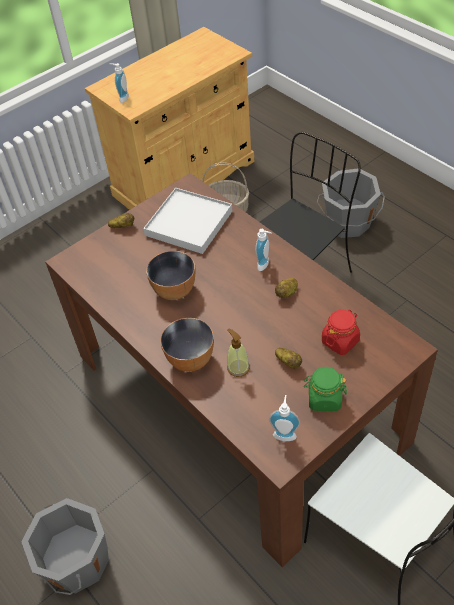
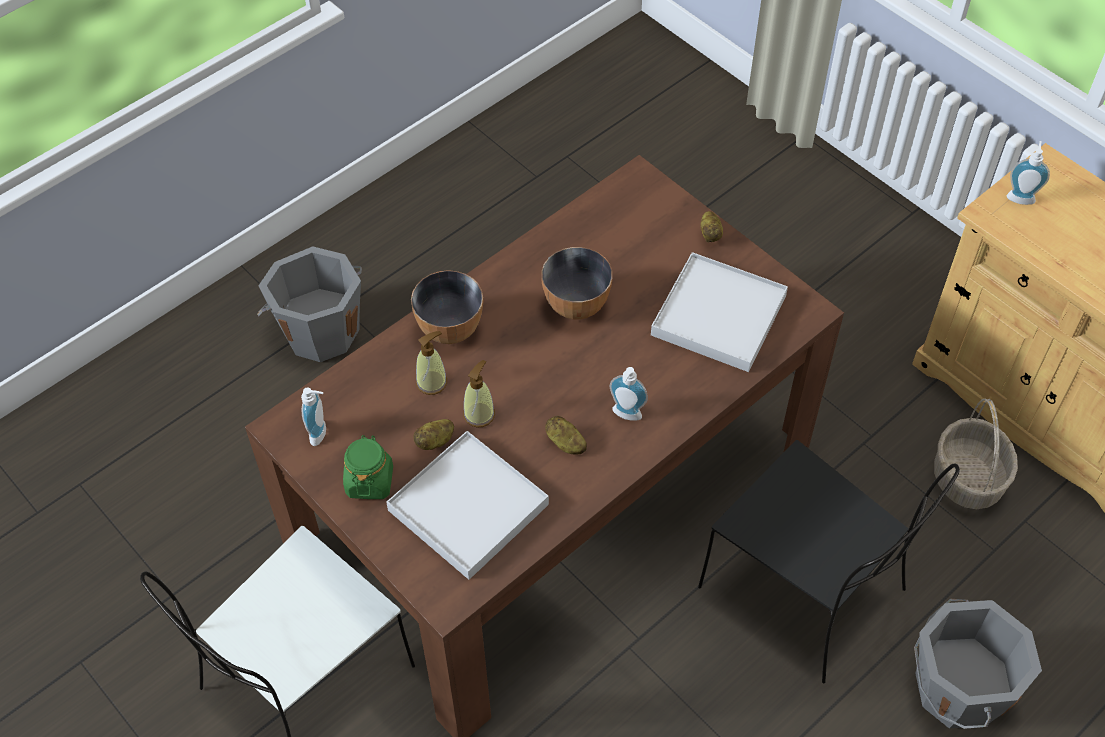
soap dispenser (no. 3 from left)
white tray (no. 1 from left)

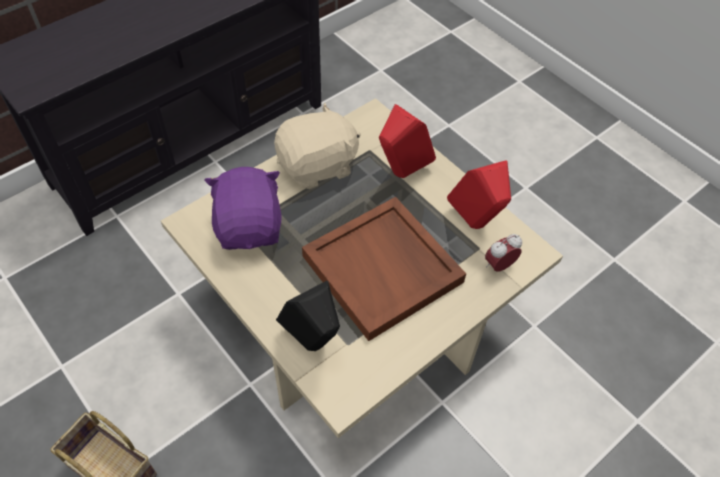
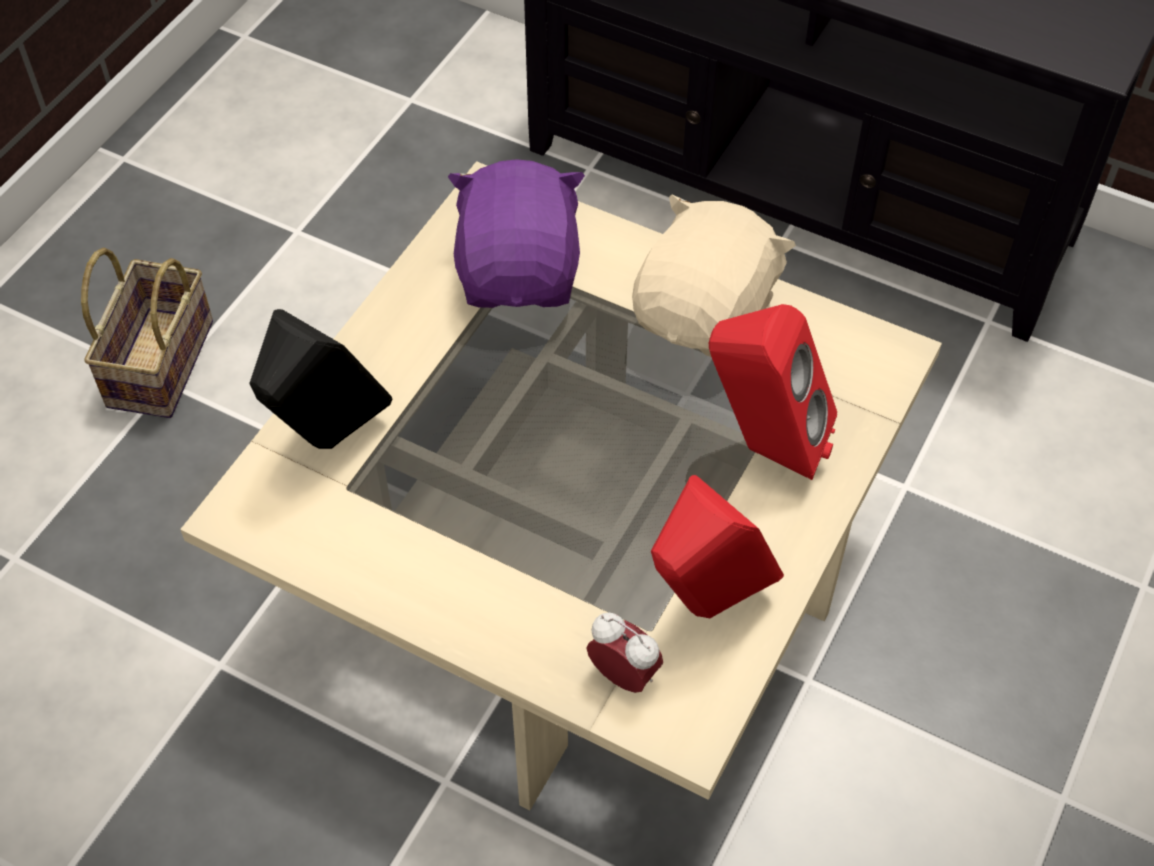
brown tray
purple plush toy
beige plush toy

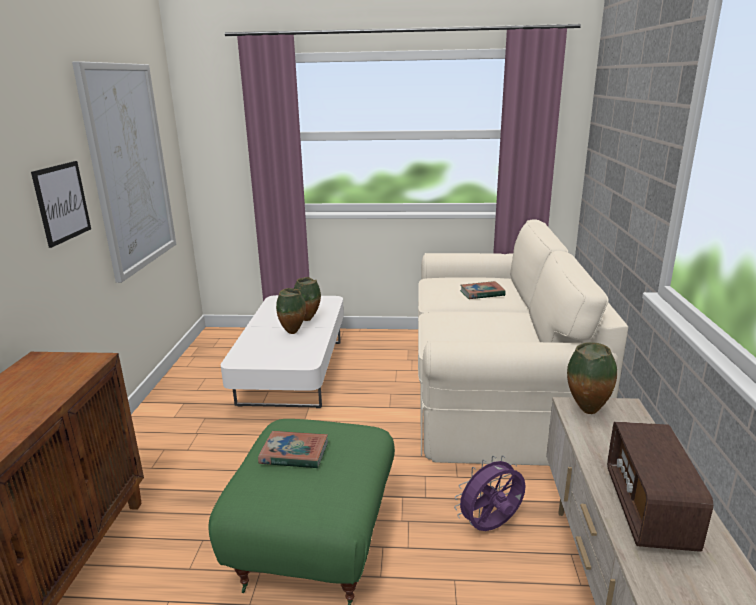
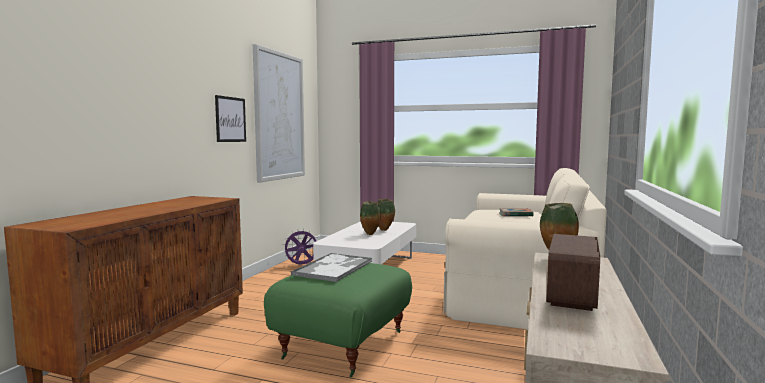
purple fan
tray

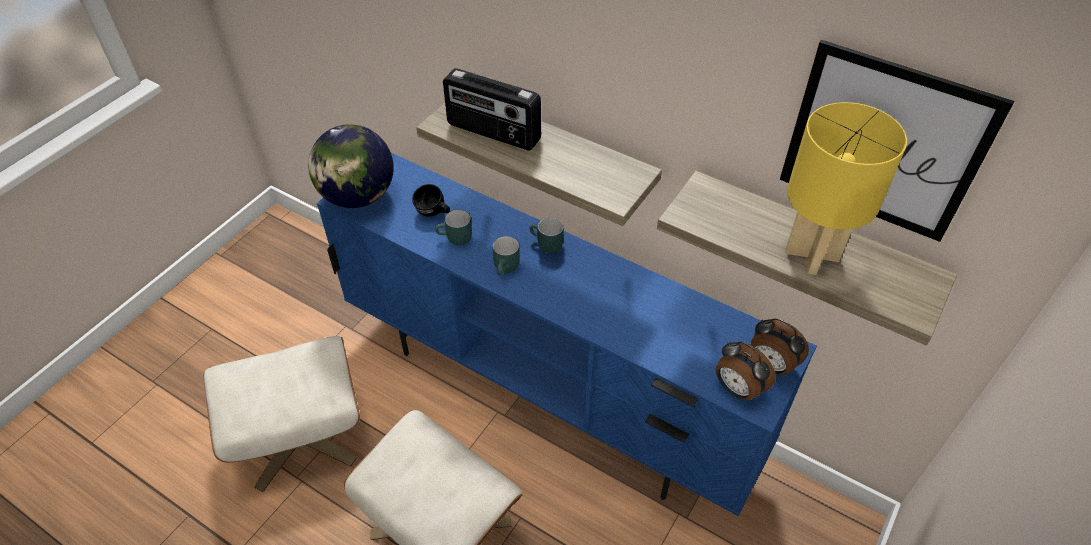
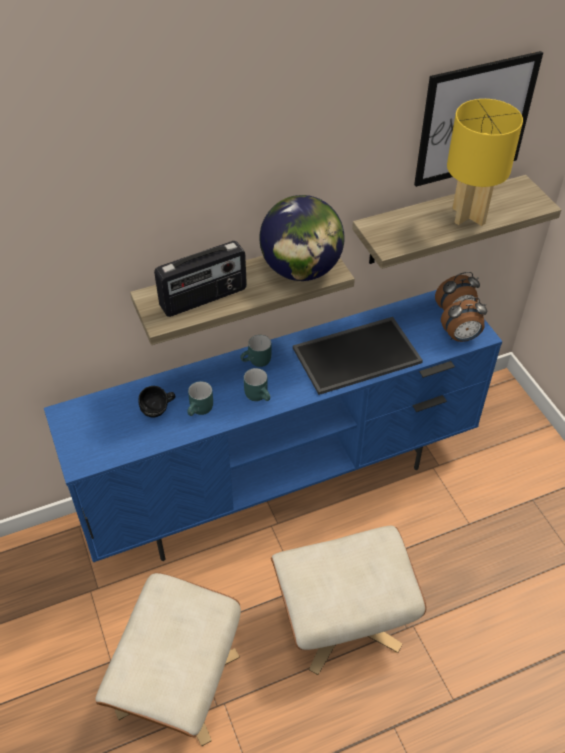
tray
globe

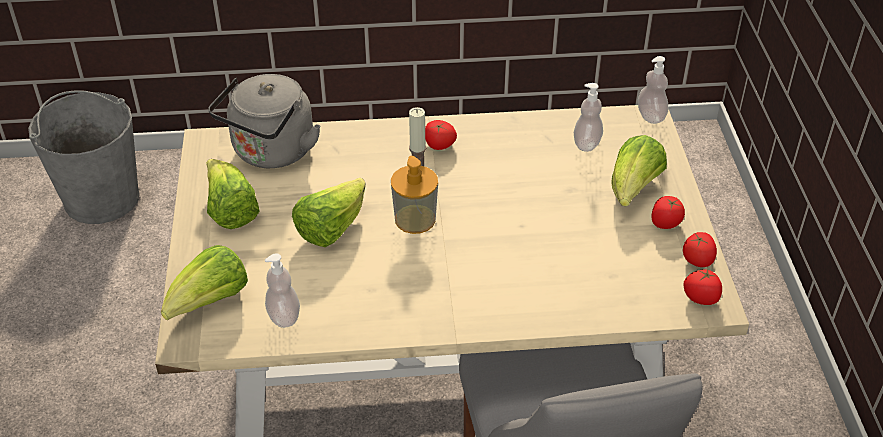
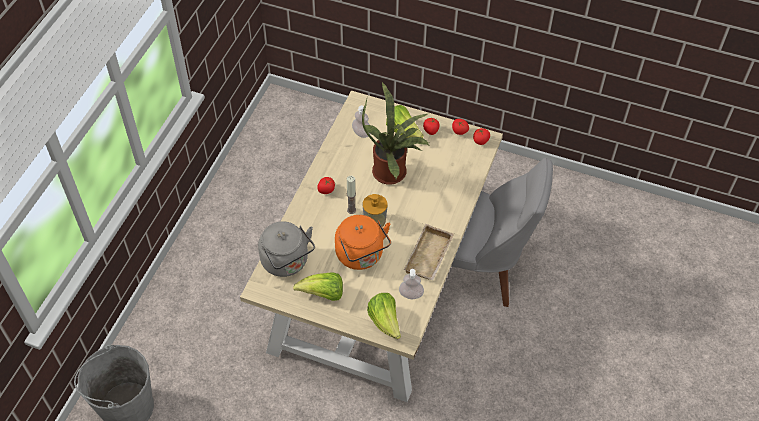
soap dispenser (no. 4 from left in the first image)
potted plant
beige tray
orange kettle

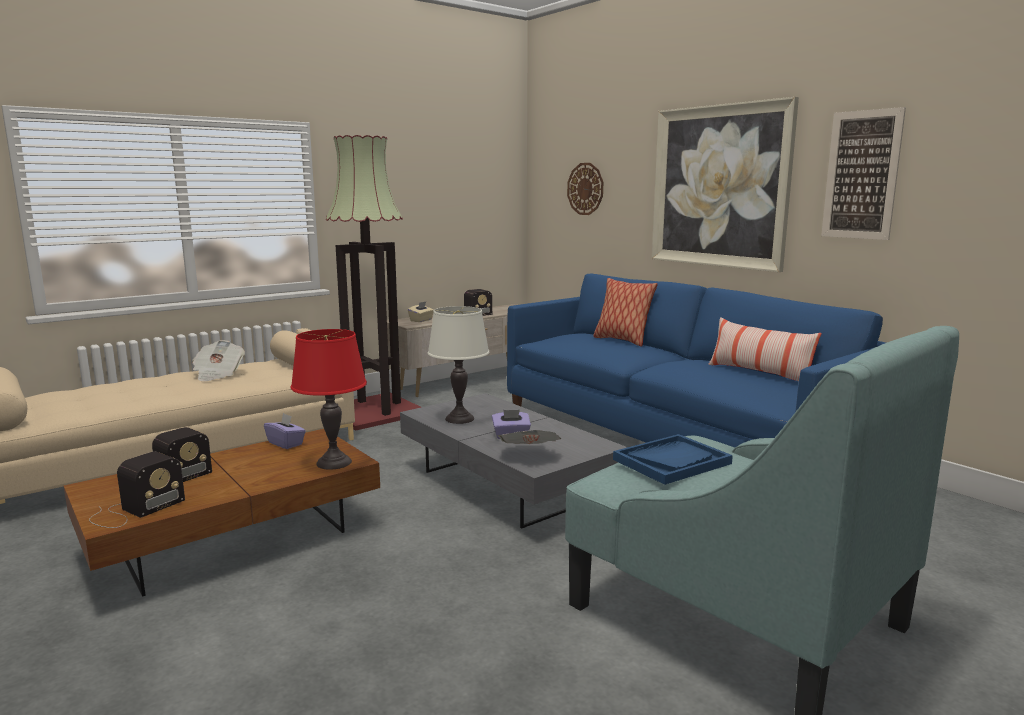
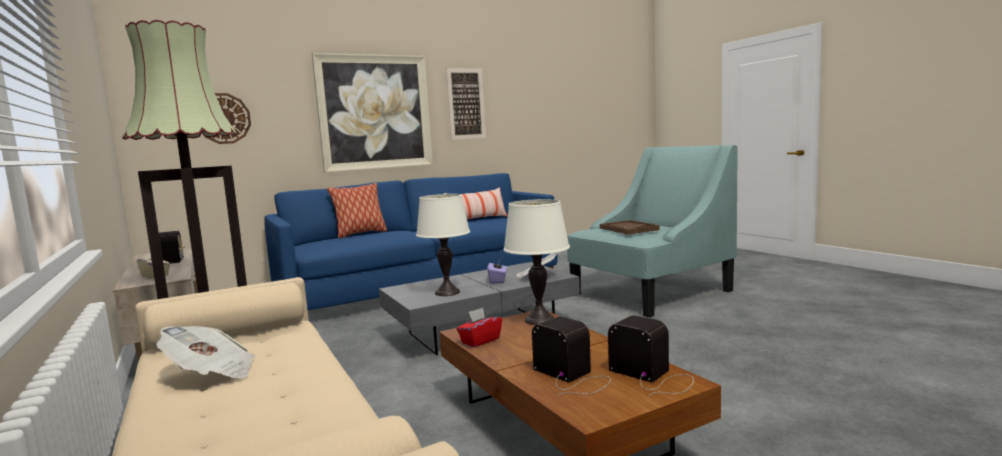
red tissue box
white table lamp (no. 2 from left)
brown tray

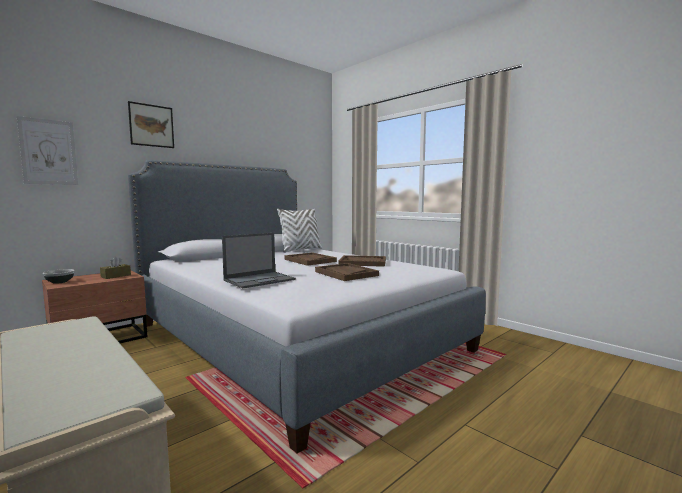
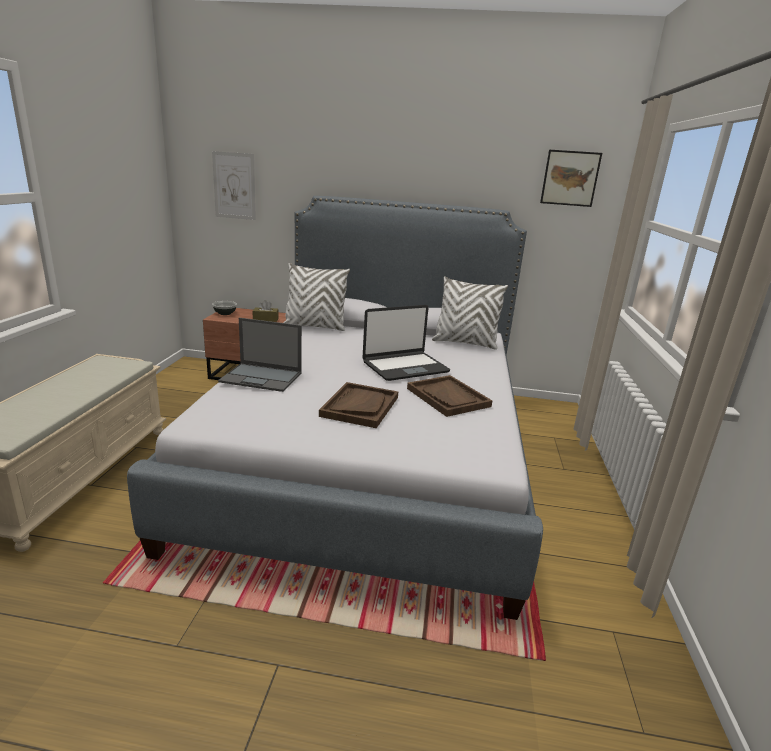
white pillow (no. 1 from left)
picture (no. 2 from left)
laptop (no. 2 from left)

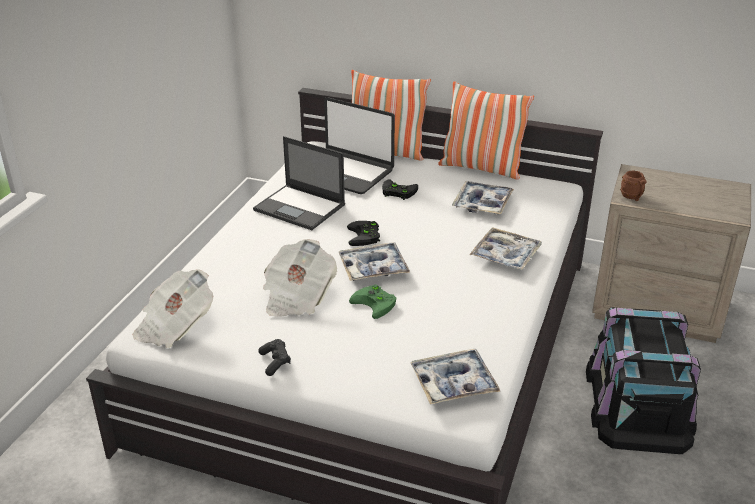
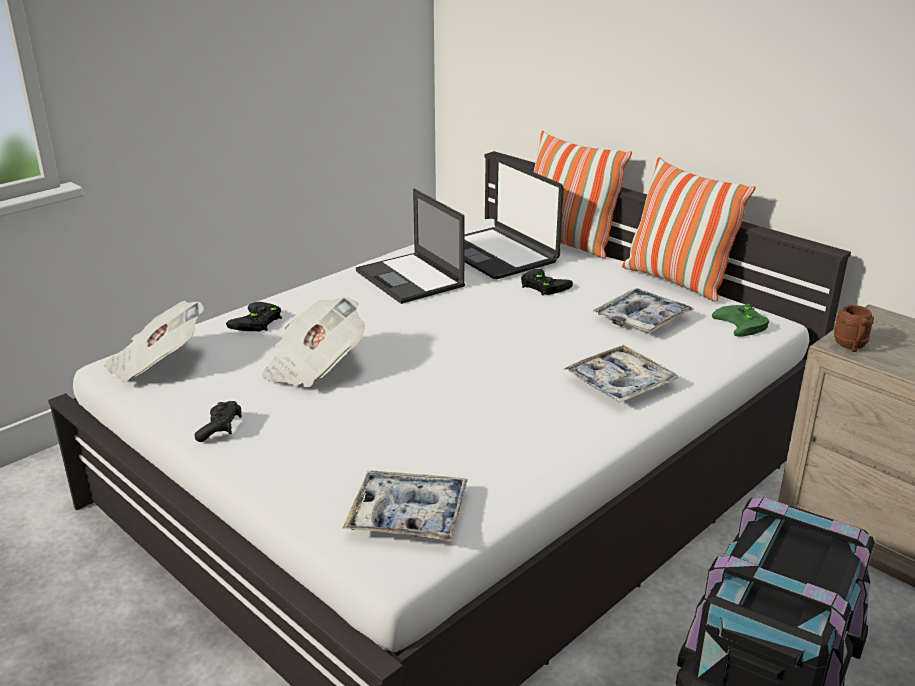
tray (no. 1 from left in the first image)
black game controller (no. 2 from left)
green game controller

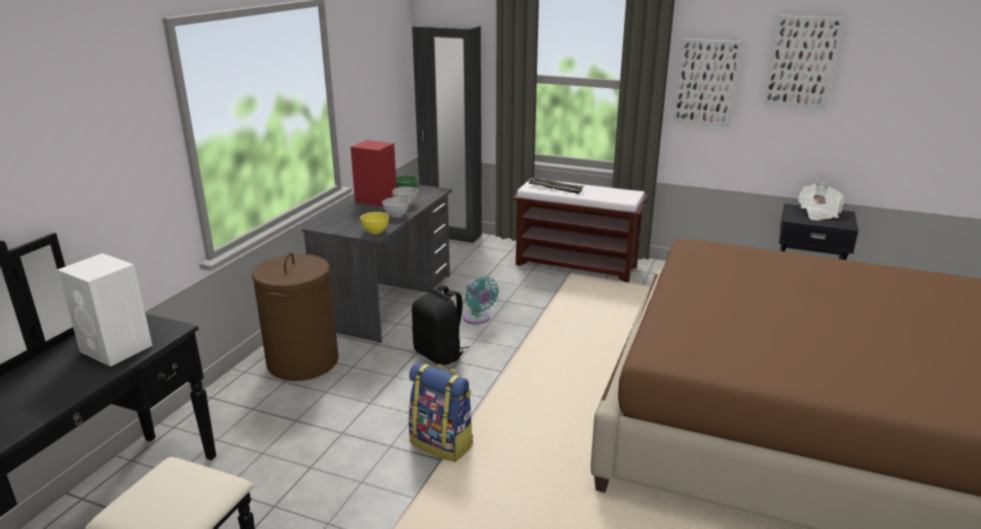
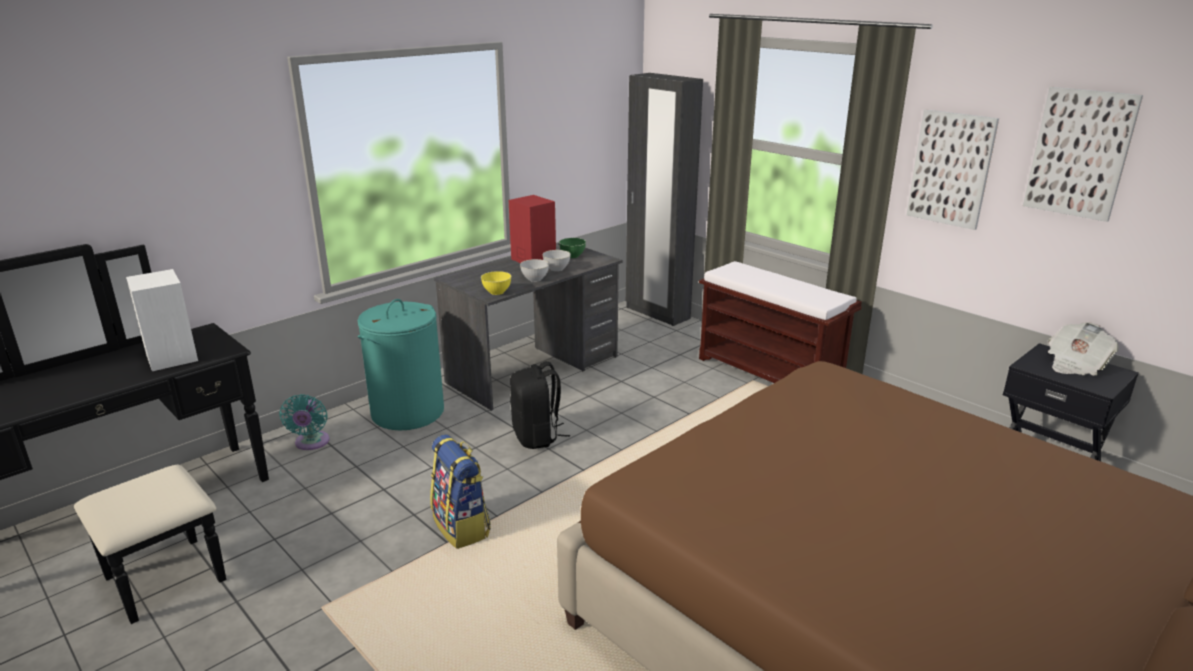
tray
turquoise fan
turquoise laundry basket

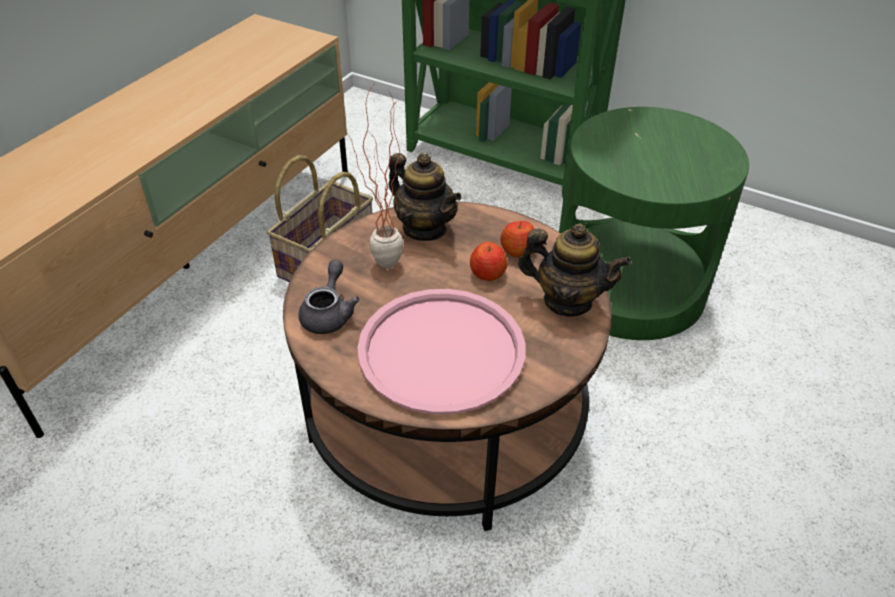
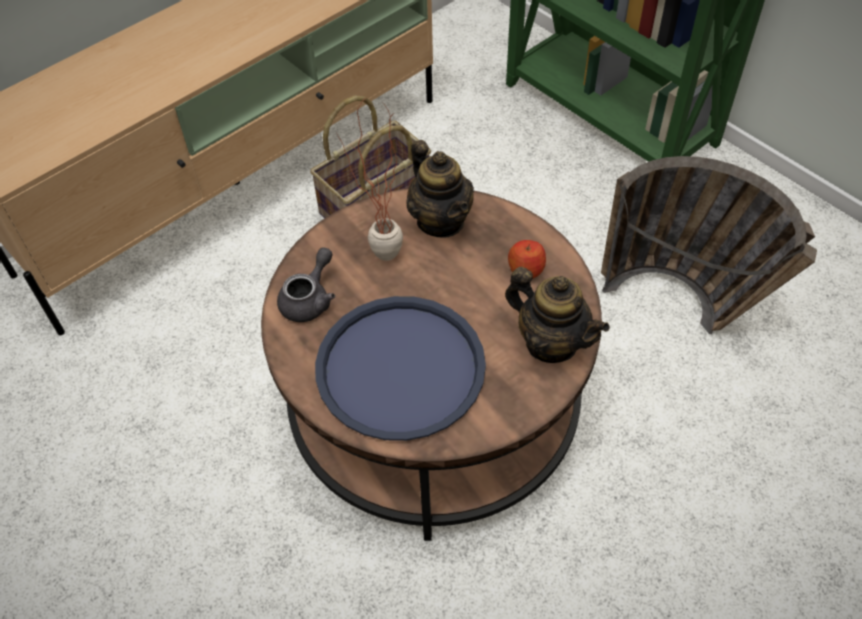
apple (no. 1 from left in the first image)
basket (no. 2 from left)
blue tray

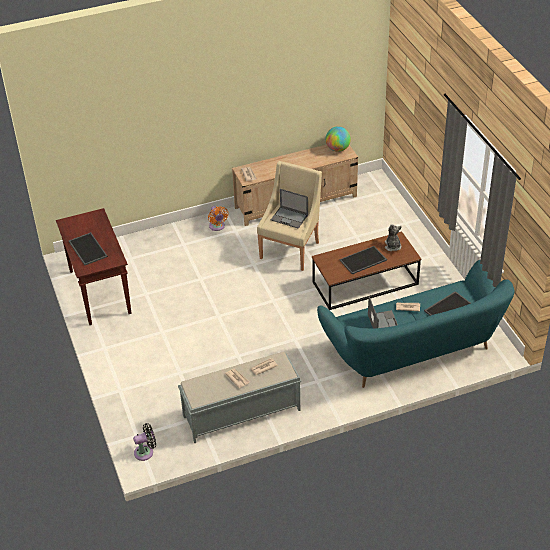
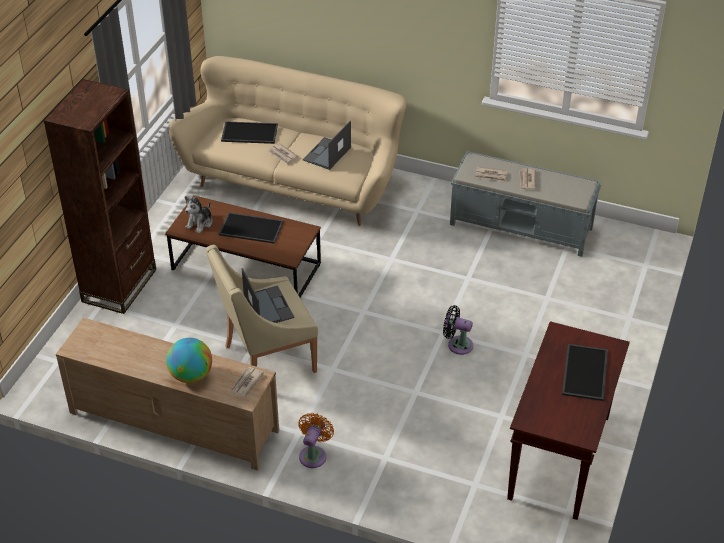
brown bookcase
black fan
globe
beige sofa

